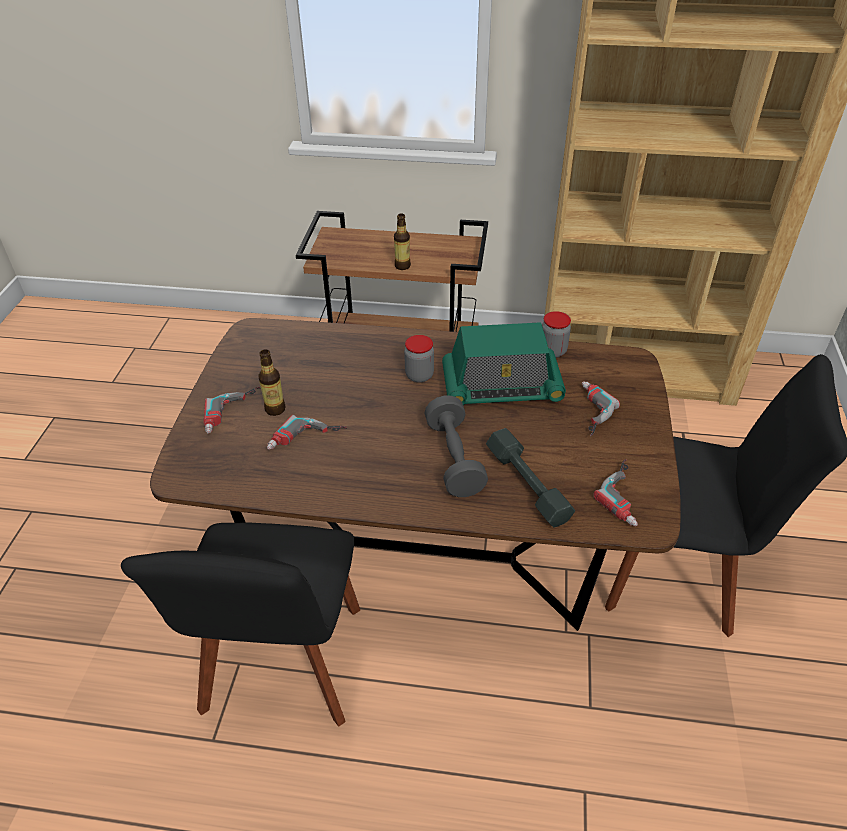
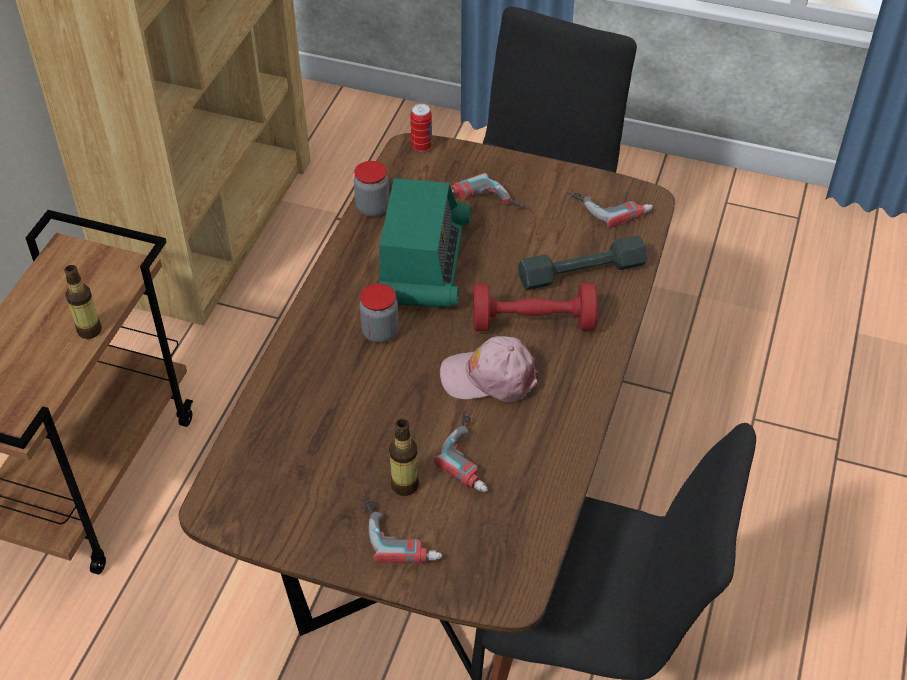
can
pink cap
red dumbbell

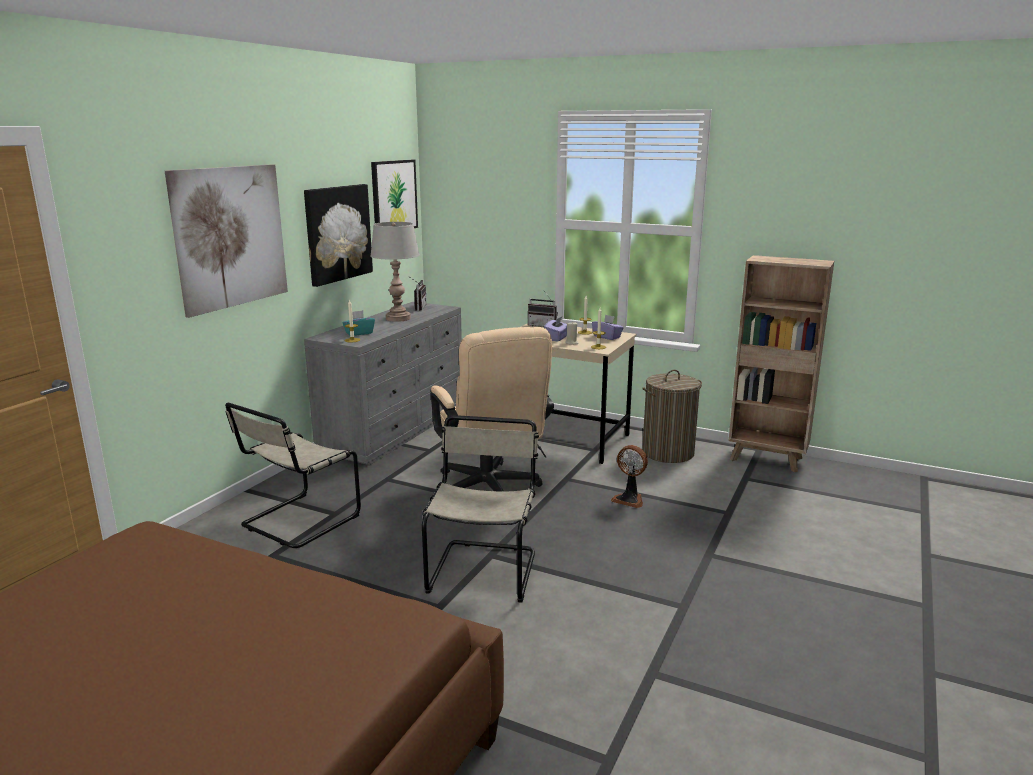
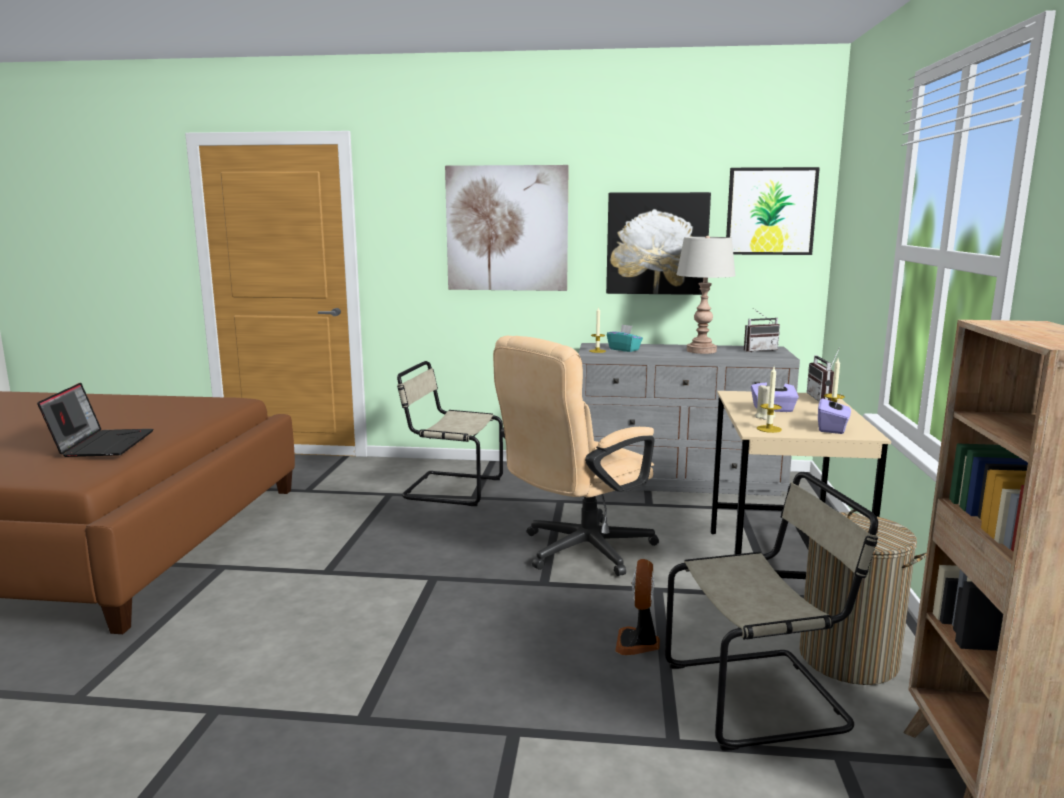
laptop
beige chair (no. 2 from left)

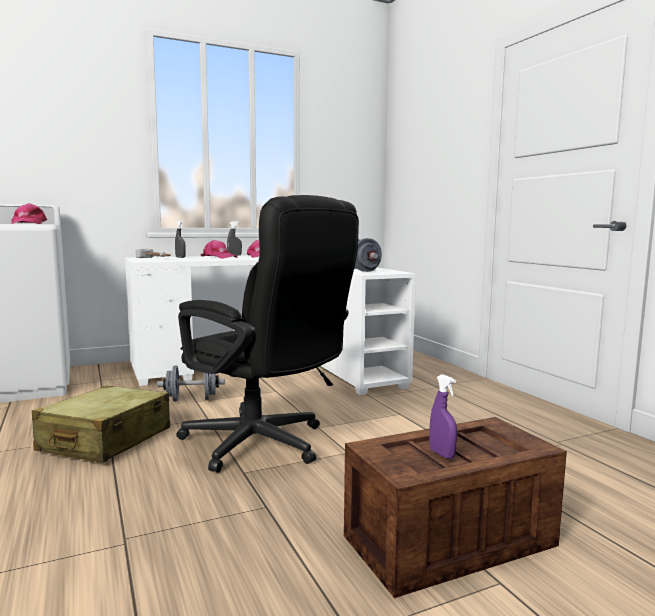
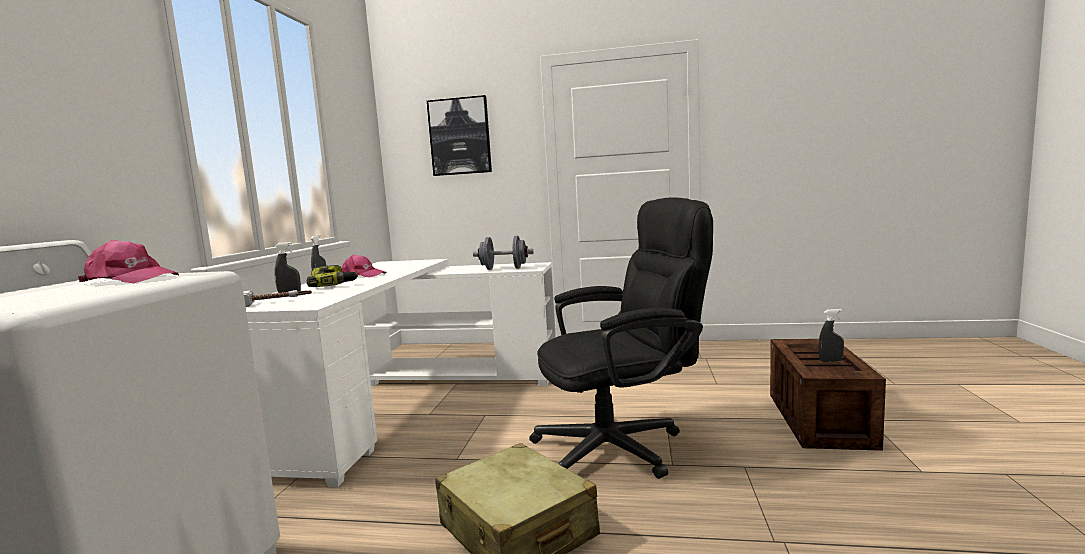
grey dumbbell (no. 1 from left in the first image)
picture
power drill
grey spray bottle (no. 3 from left)

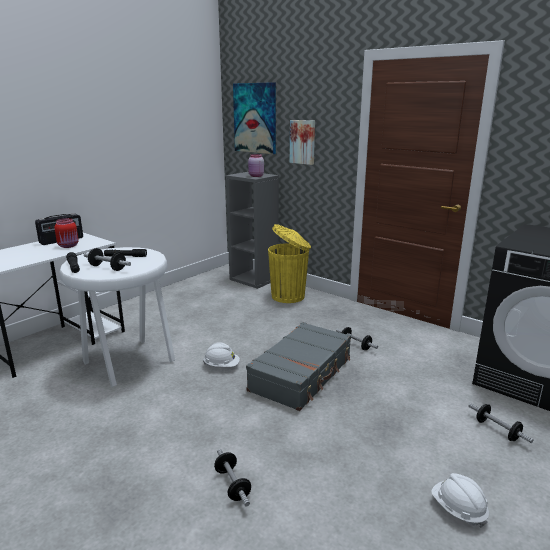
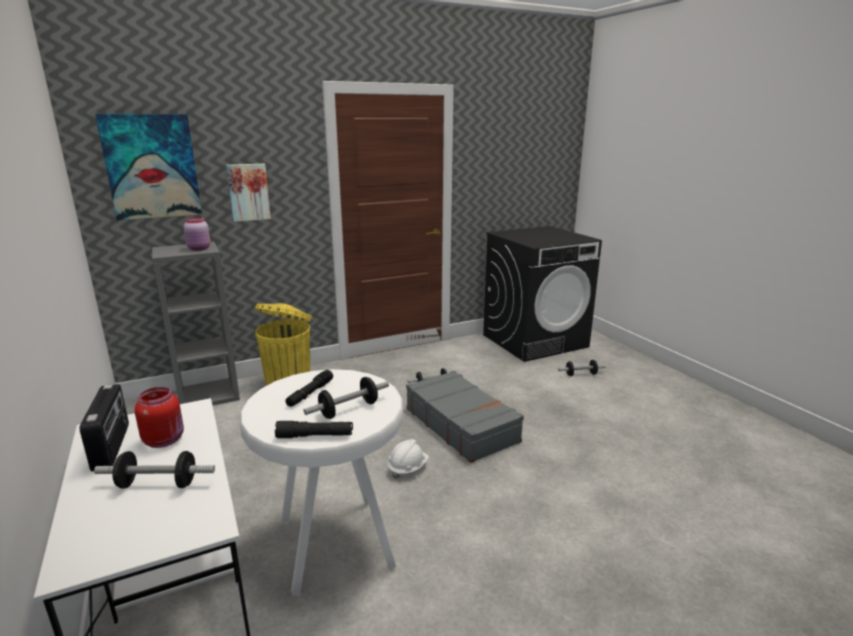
white hard hat (no. 2 from left in the first image)
dumbbell (no. 1 from left)

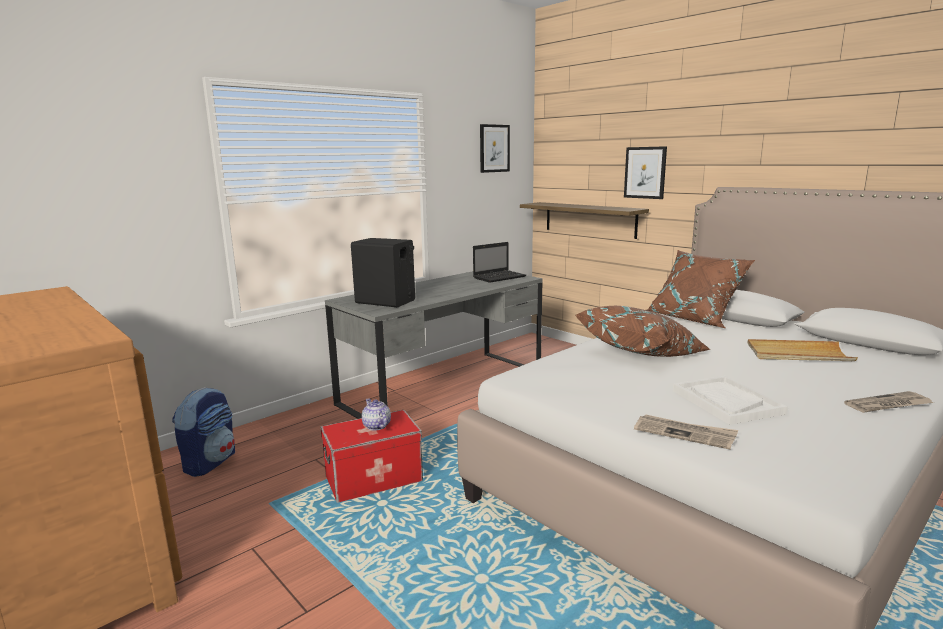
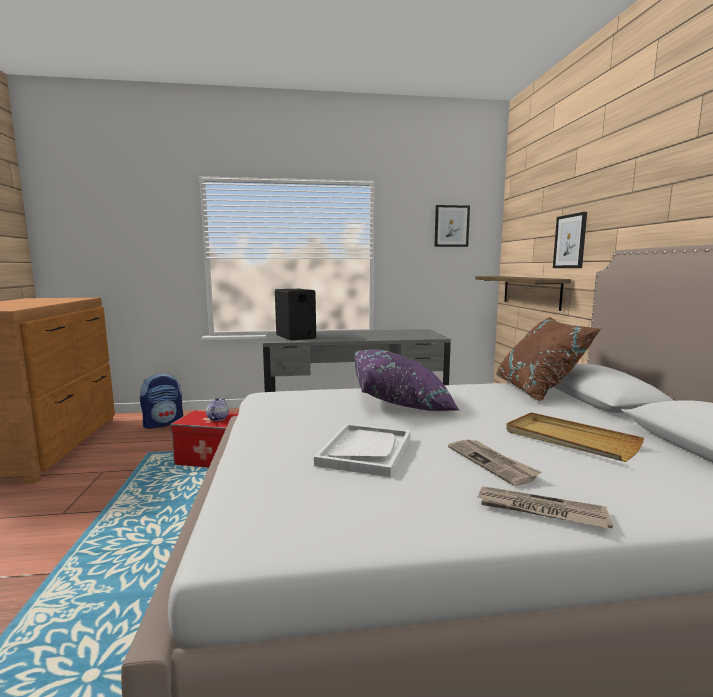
laptop
newspaper (no. 1 from left)
purple pillow

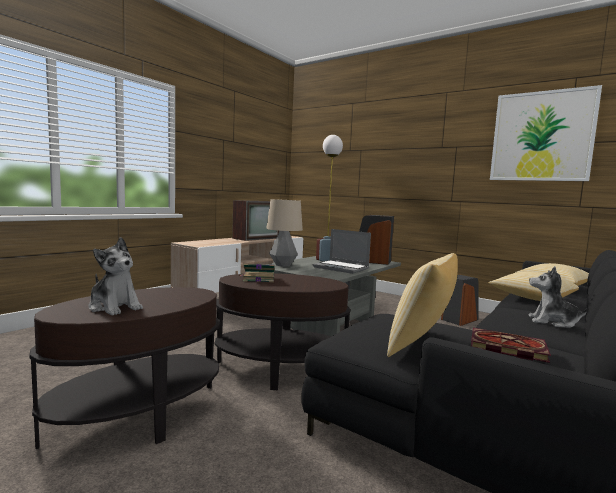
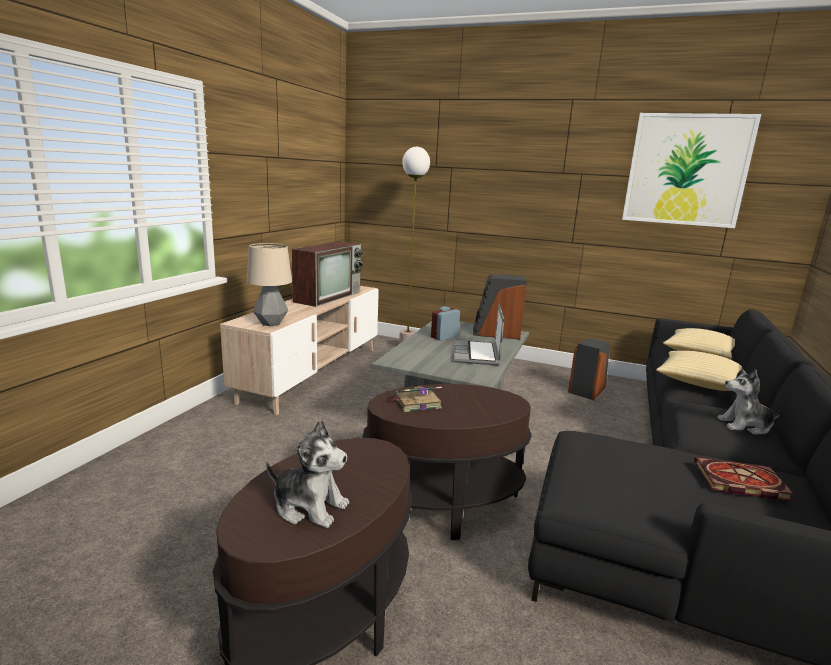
pillow (no. 1 from left in the first image)
table lamp
laptop

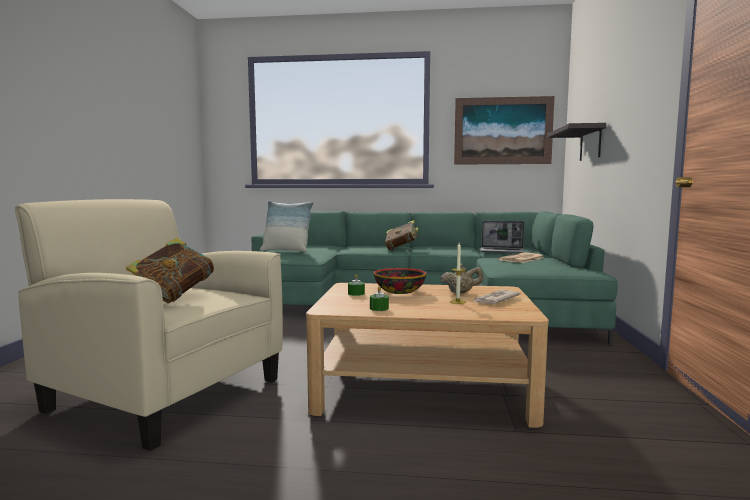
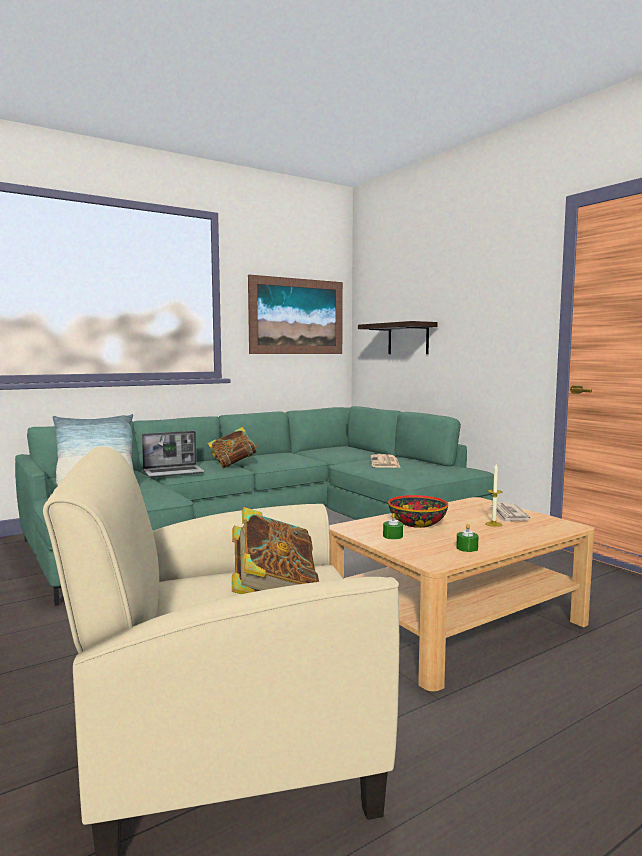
beige teapot
laptop

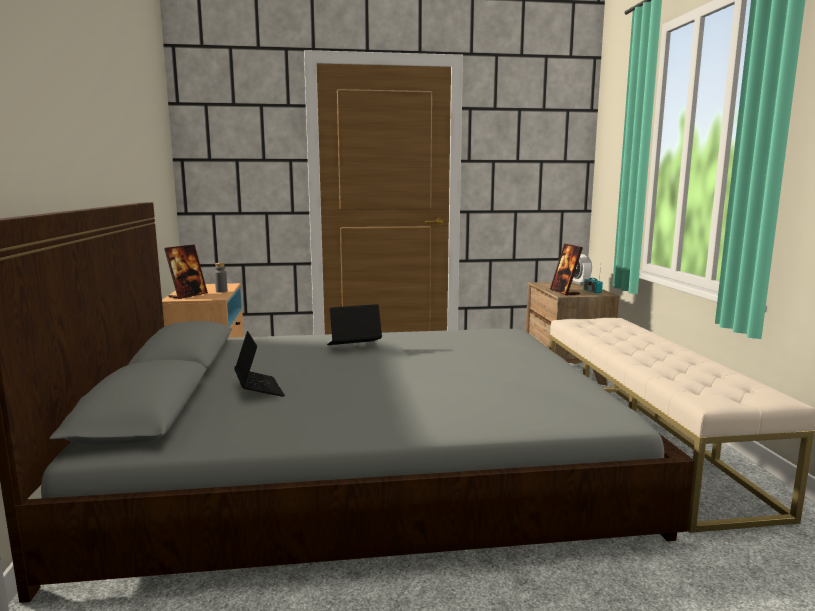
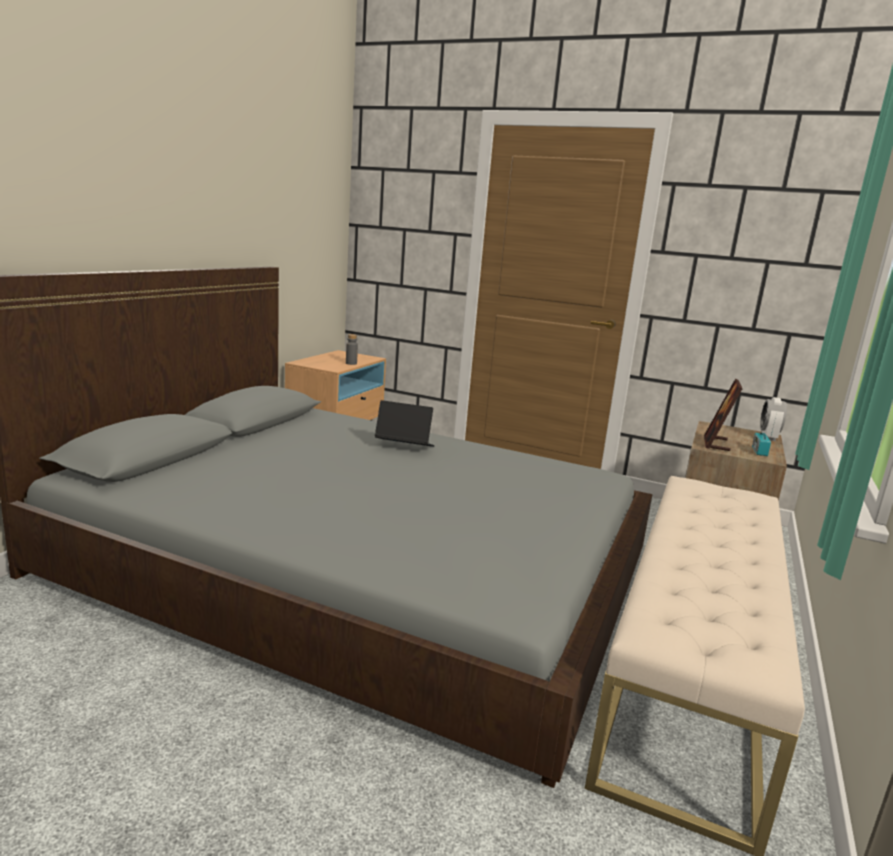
picture frame (no. 1 from left in the first image)
laptop (no. 1 from left in the first image)

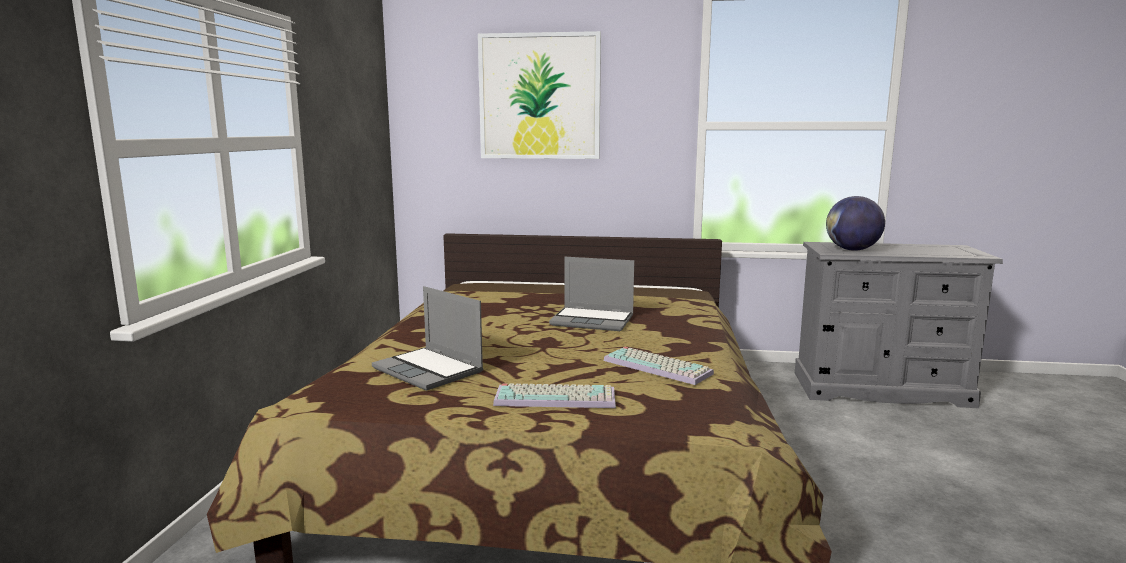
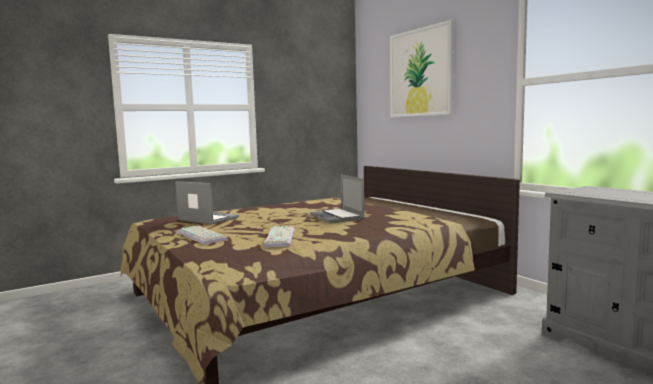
globe
laptop (no. 1 from left)

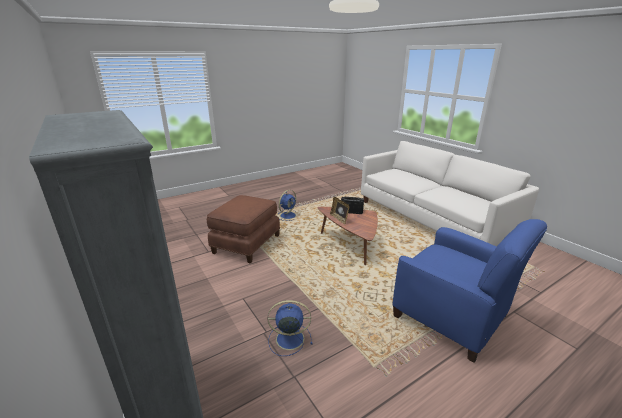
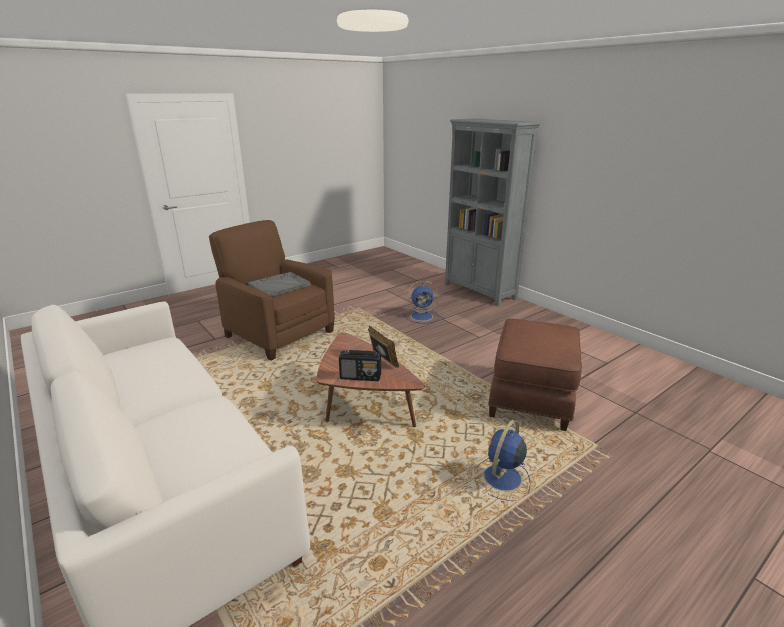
grey tray
brown armchair

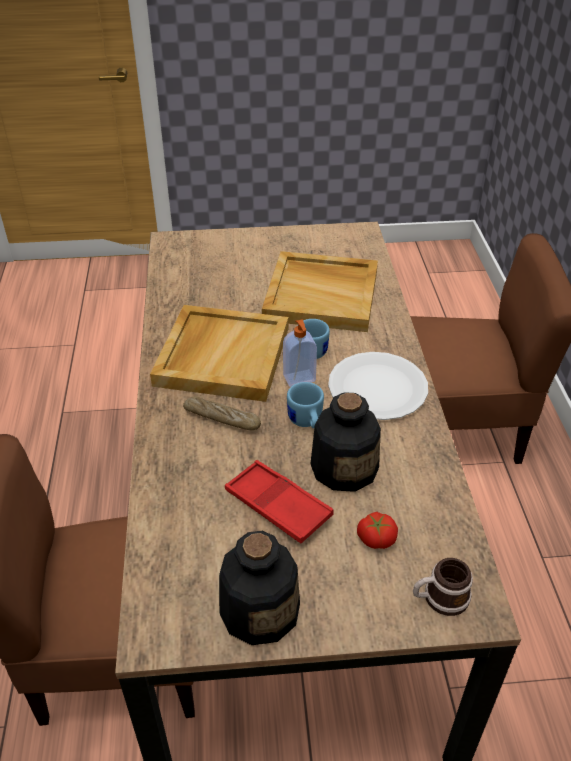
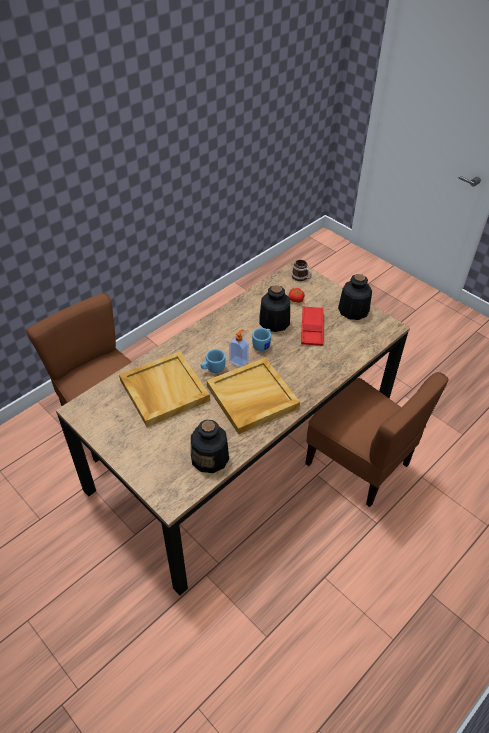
bread
white plate
bottle (no. 1 from left)

